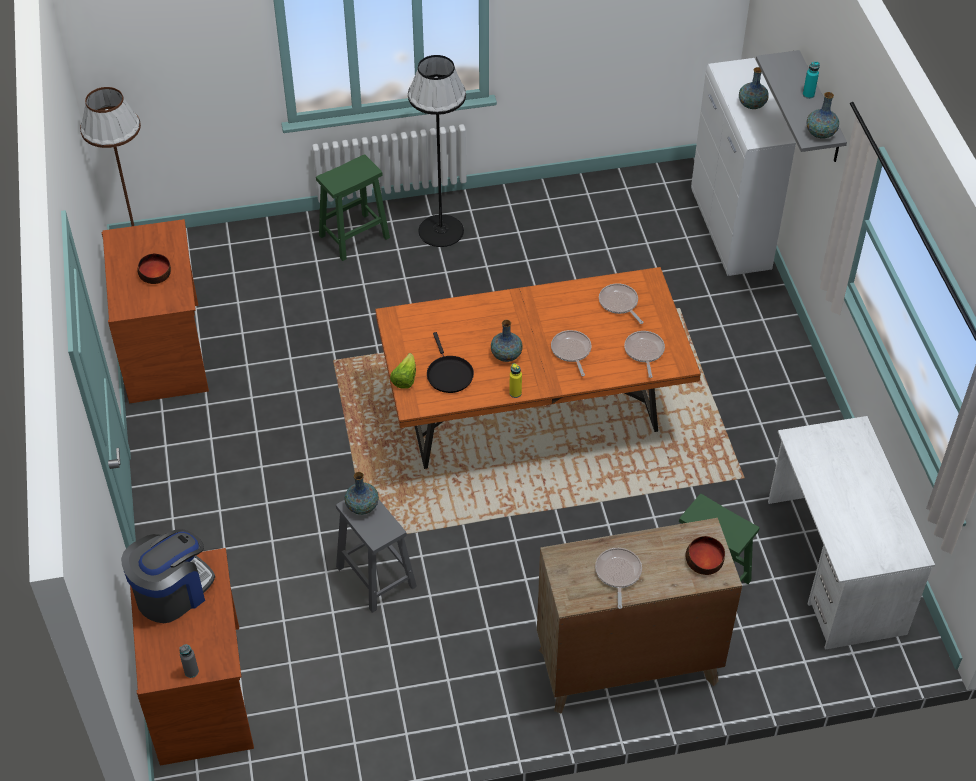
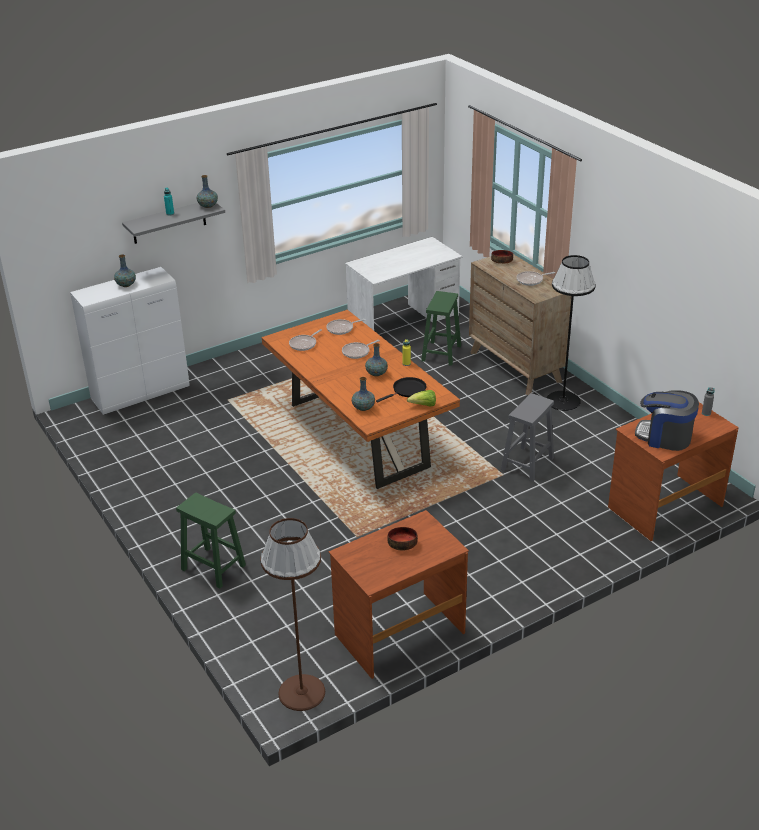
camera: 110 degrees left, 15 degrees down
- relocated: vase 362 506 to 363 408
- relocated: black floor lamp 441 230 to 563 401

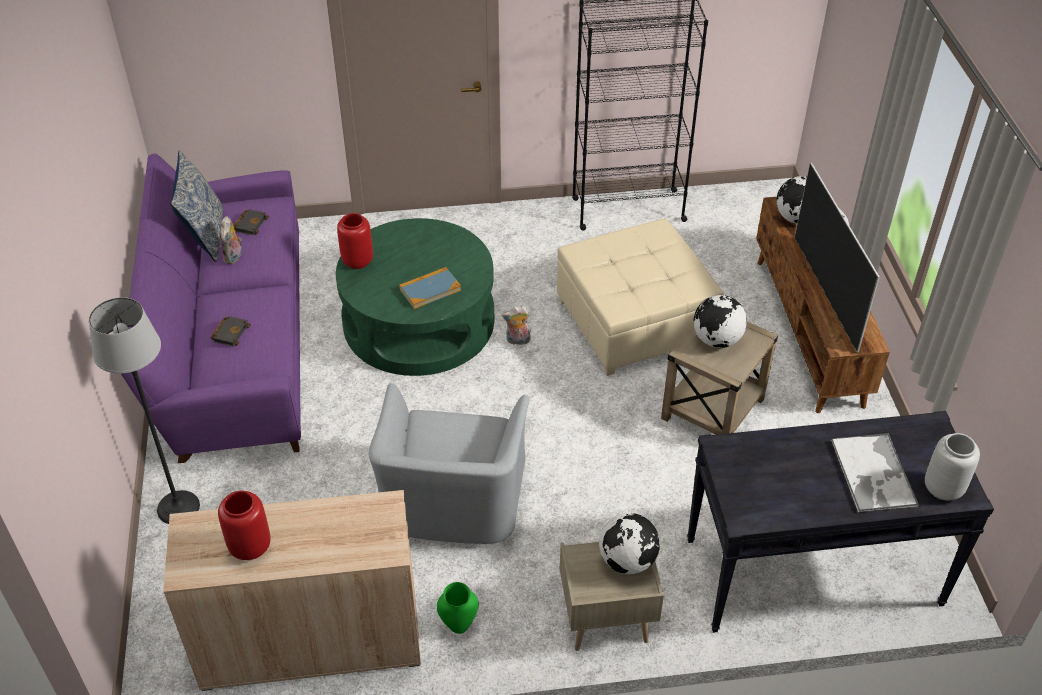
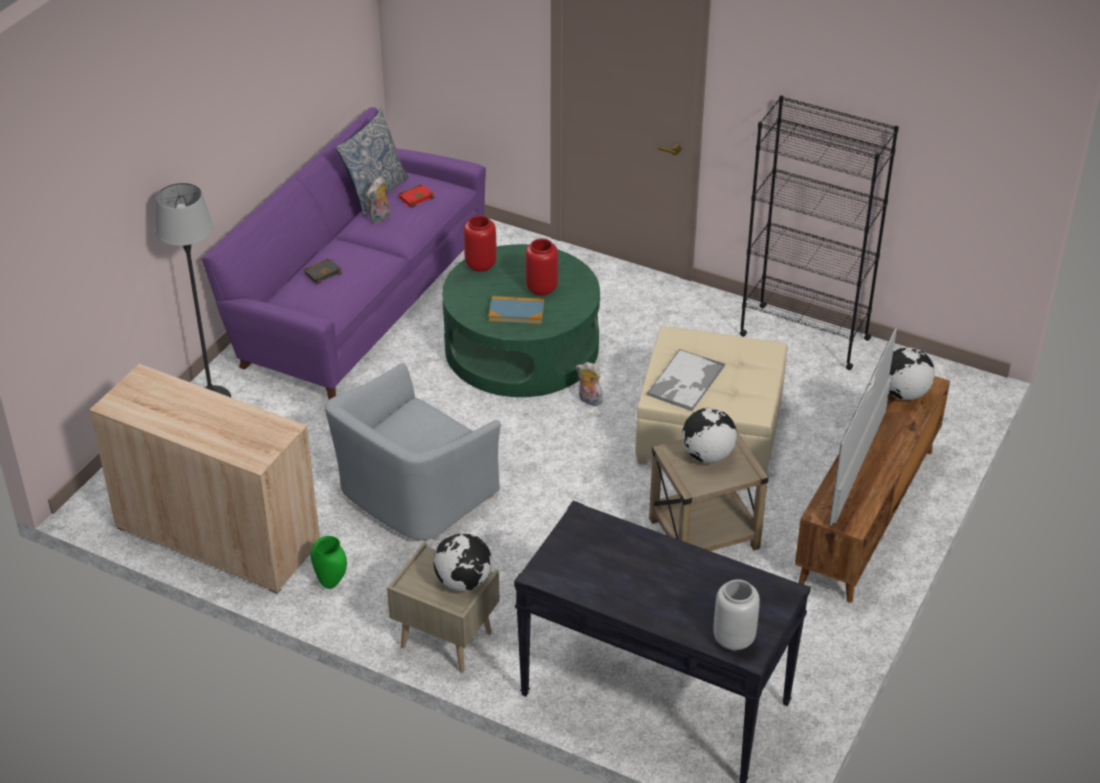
camera: 35 degrees right, 5 degrees down
- relocated: red vase 249 547 to 541 289
- colour: black book 250 224 to red book 416 197
- relocated: tray 873 474 to 685 381

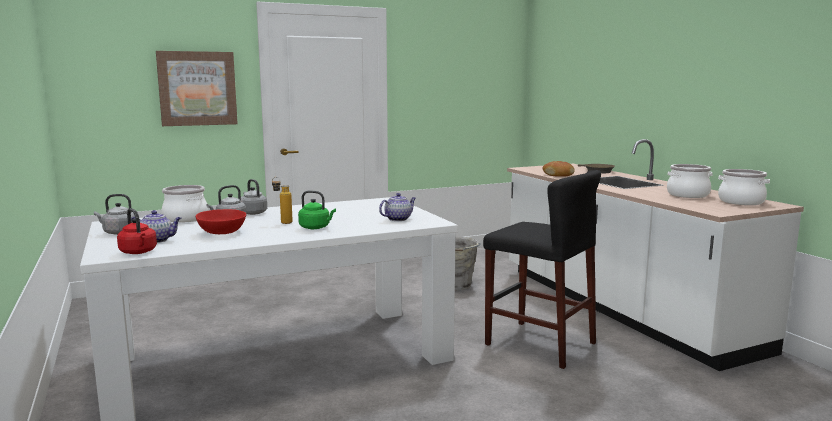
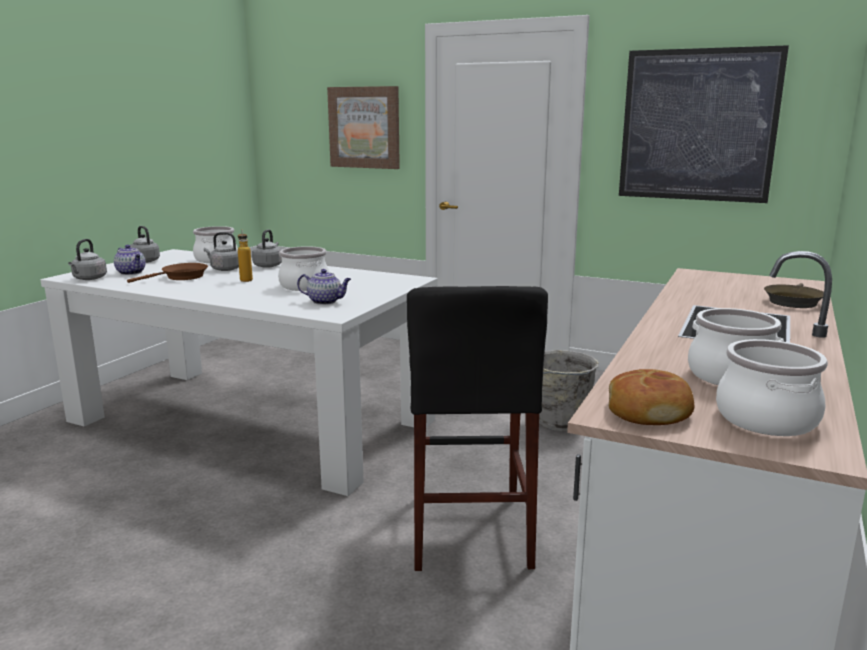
camera: 50 degrees right, 5 degrees up
- colour: red kettle 139 252 to grey kettle 89 279
- exchanged: red bowl 222 232 to brown frying pan 181 277
- missing: green kettle 316 227
- relocated: bread 558 174 to 649 411
- appeared: cooking pot 304 286
- appeared: picture 698 125

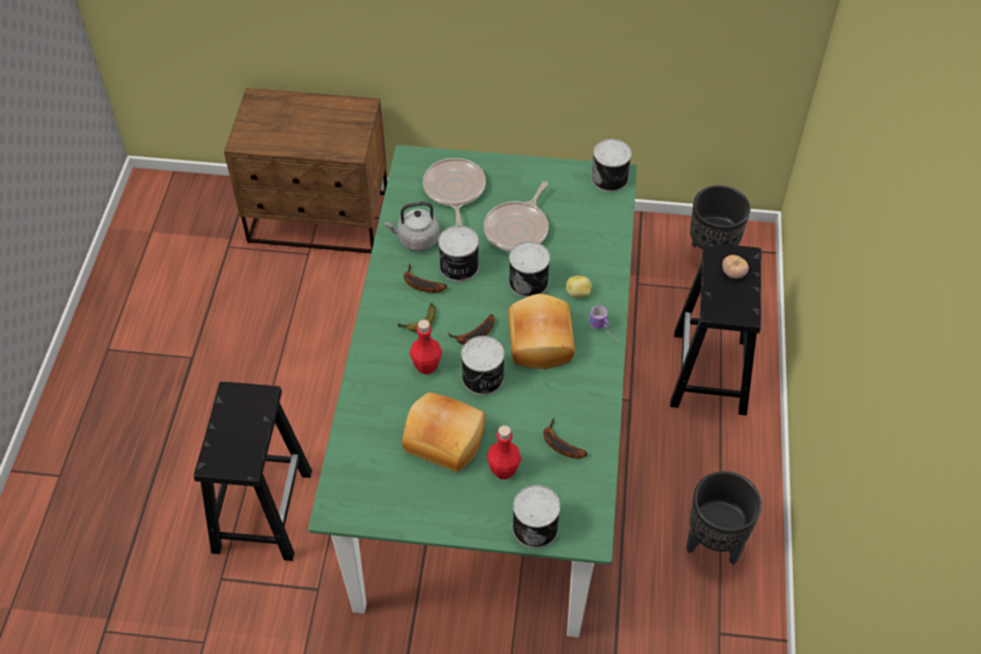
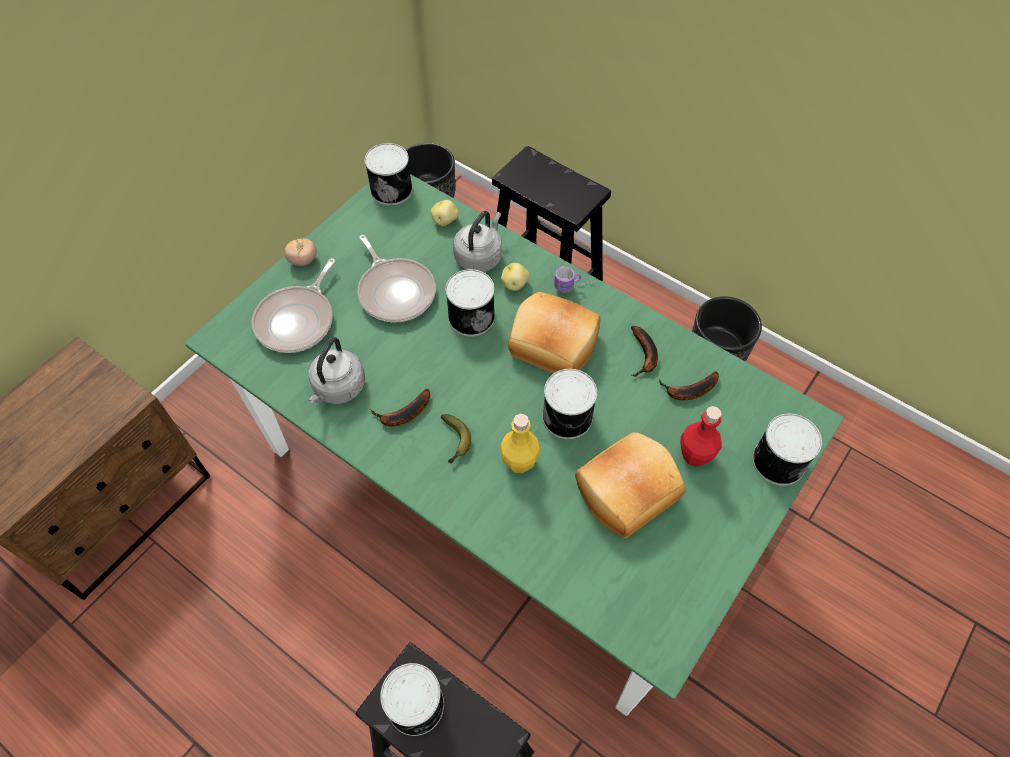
camera: 60 degrees left, 5 degrees up
- colour: red bottle 426 366 to yellow bottle 519 462
- spun: frying pan 454 190 = 298 320 90 degrees counterclockwise
- relocated: can 458 267 to 416 707
- relocated: banana 474 335 to 644 355
- relocated: tomato 733 273 to 303 260
- appeared: potato 445 221
- appeared: grey kettle 480 256

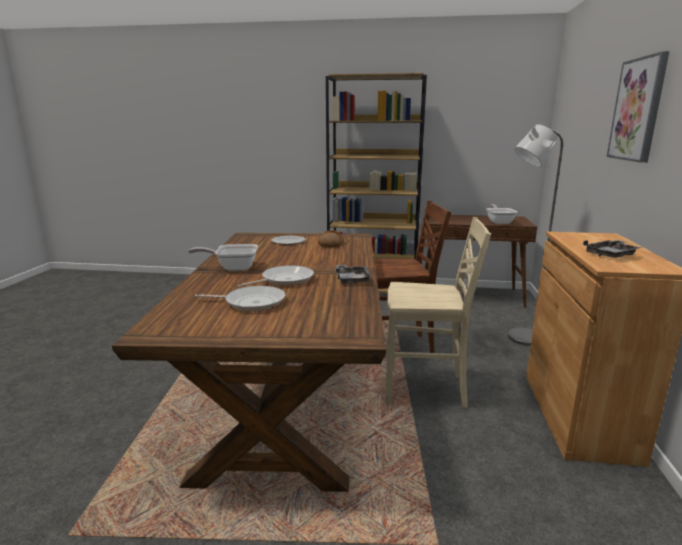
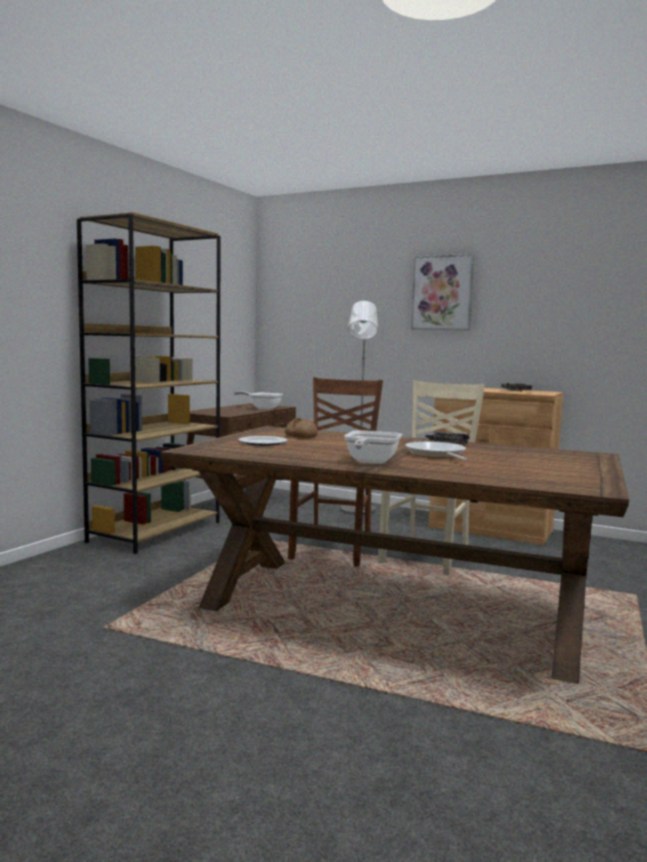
camera: 70 degrees left, 10 degrees down
- missing: frying pan 251 302

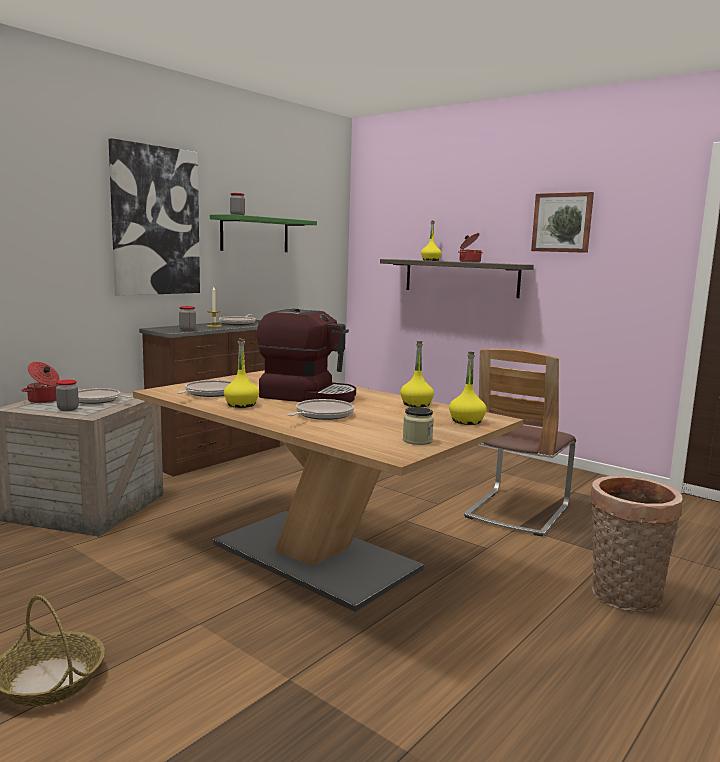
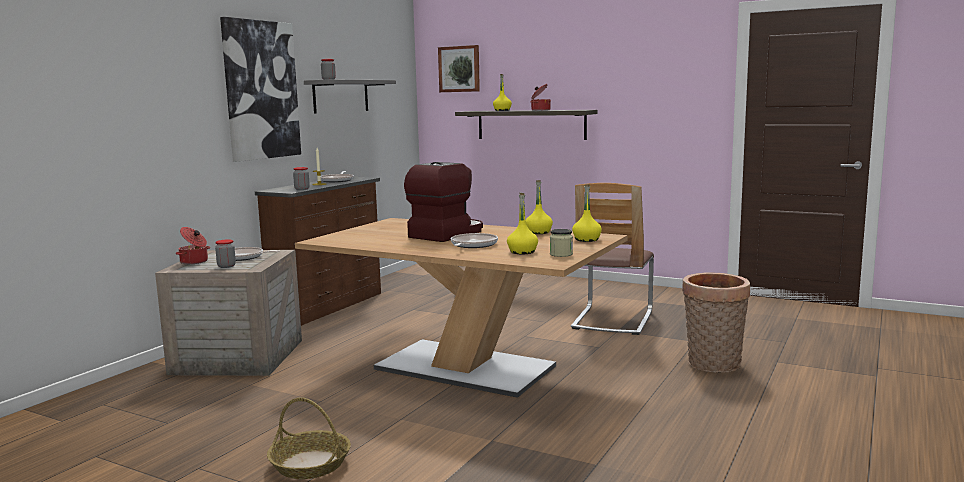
camera: 10 degrees left, 0 degrees up
- missing: frying pan 209 393
- colour: green shelf 255 234 to grey shelf 341 96
- relocated: yellow bottle 241 404 to 522 252
- spun: coffee machine 308 396 = 446 234 60 degrees counterclockwise
- relocated: picture 562 222 to 459 69

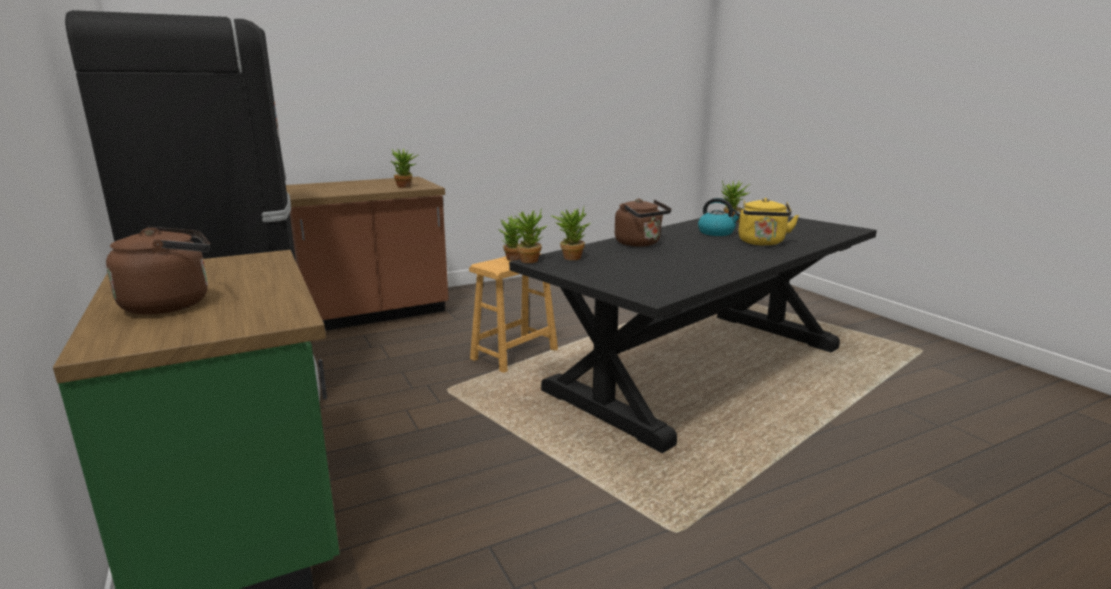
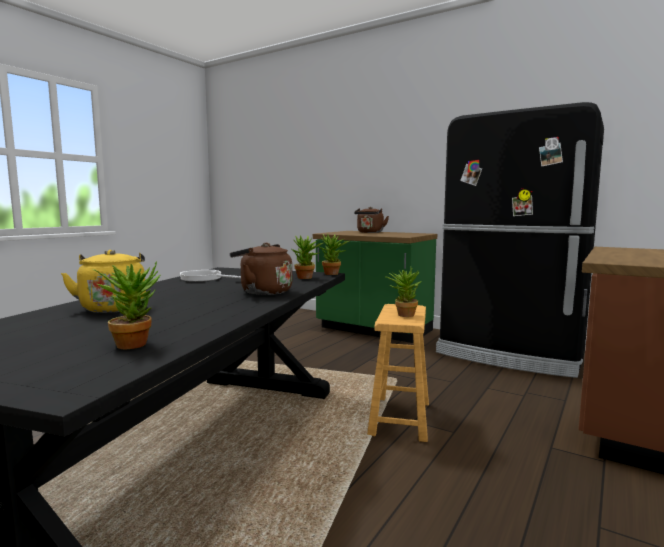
camera: 150 degrees right, 10 degrees down
- missing: potted plant 406 186
- missing: kettle 717 232
- appeared: frying pan 203 278

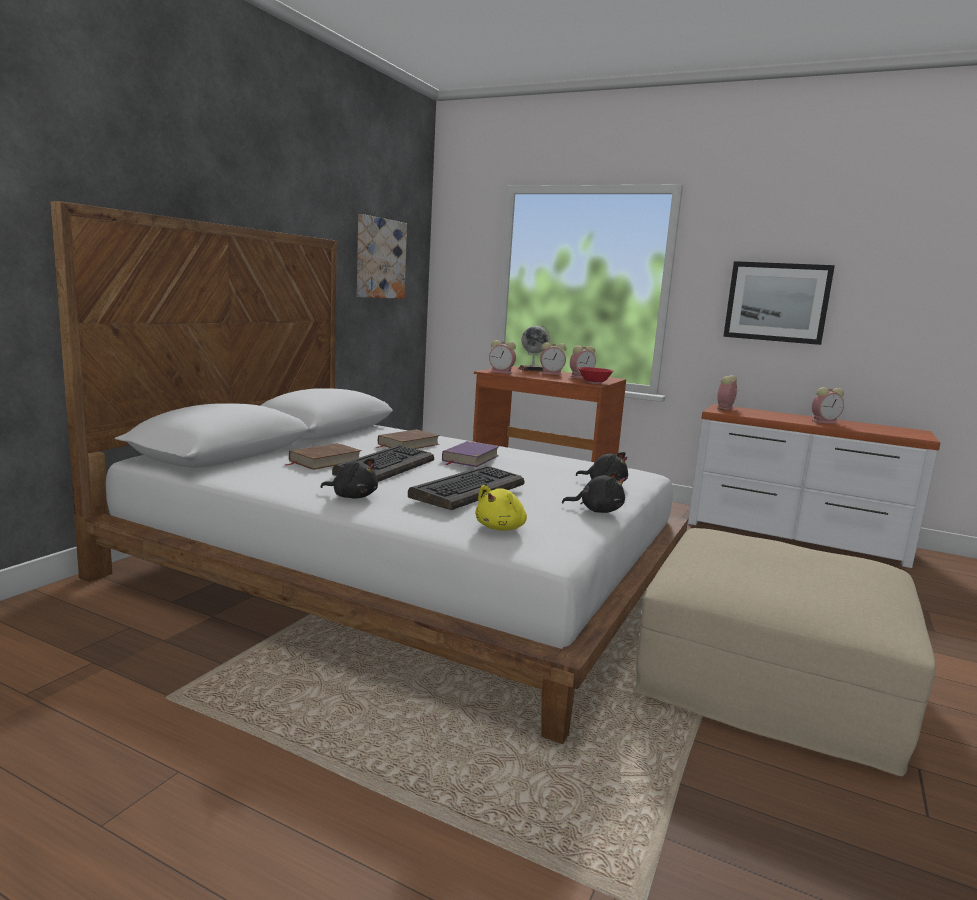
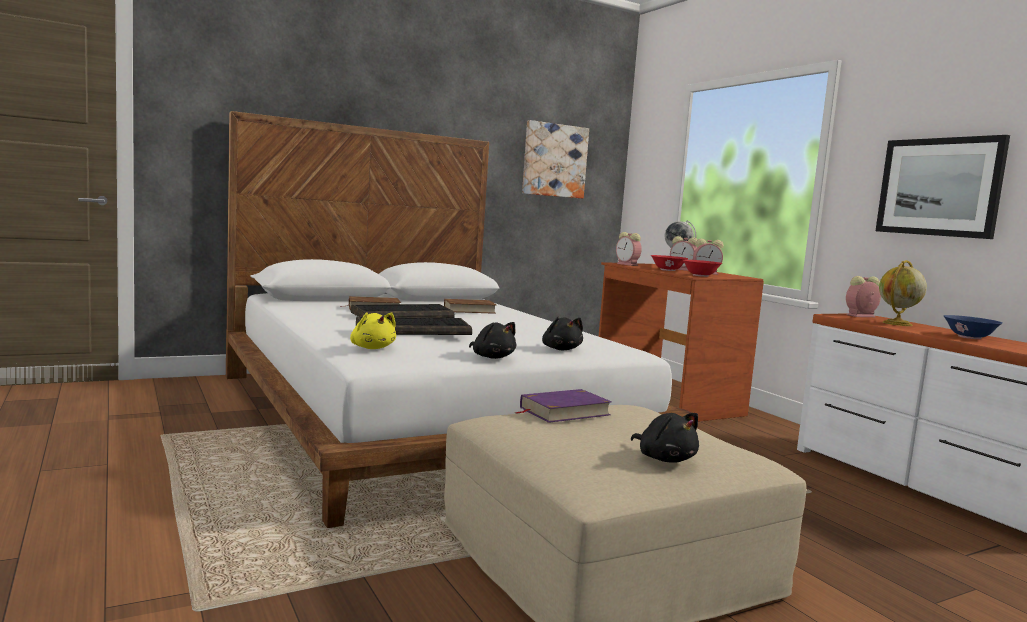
camera: 35 degrees right, 5 degrees down
- relocated: black plush toy 352 496 to 665 459
- relocated: purple book 470 458 to 564 411
- spun: yellow plush toy 501 528 = 372 348 105 degrees counterclockwise
- exchanged: alarm clock 825 422 to blue bowl 969 337
- appeared: red bowl 668 270
- appeared: globe 897 324

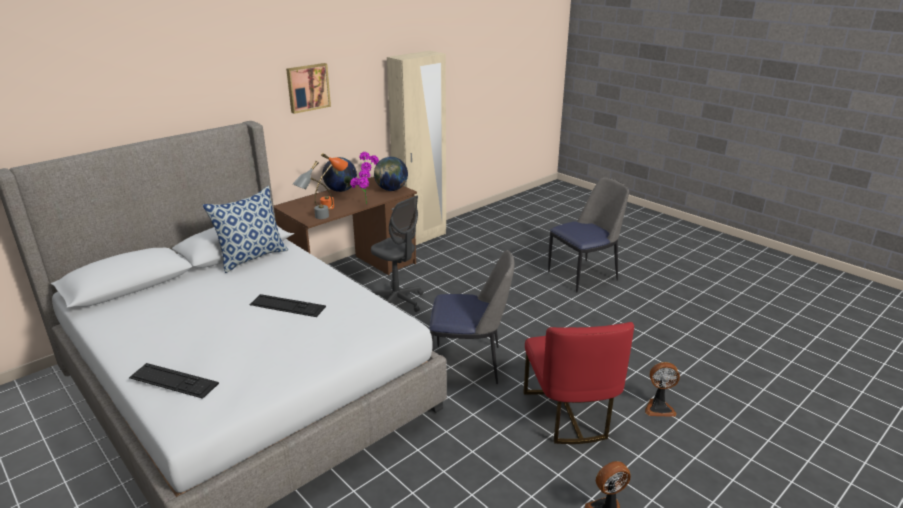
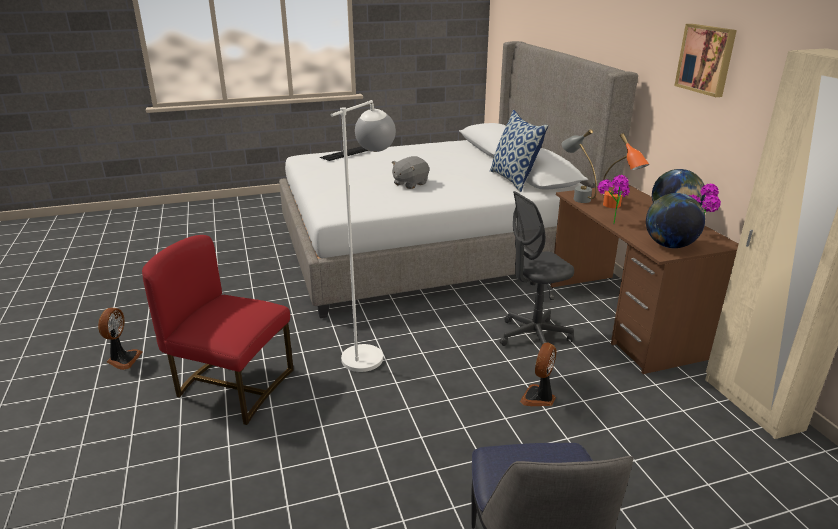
camera: 115 degrees right, 0 degrees up
- exchanged: keyboard 287 306 to grey plush toy 410 184
- exchanged: chair 469 364 to white floor lamp 370 351
- relocated: fan 659 408 to 539 398

